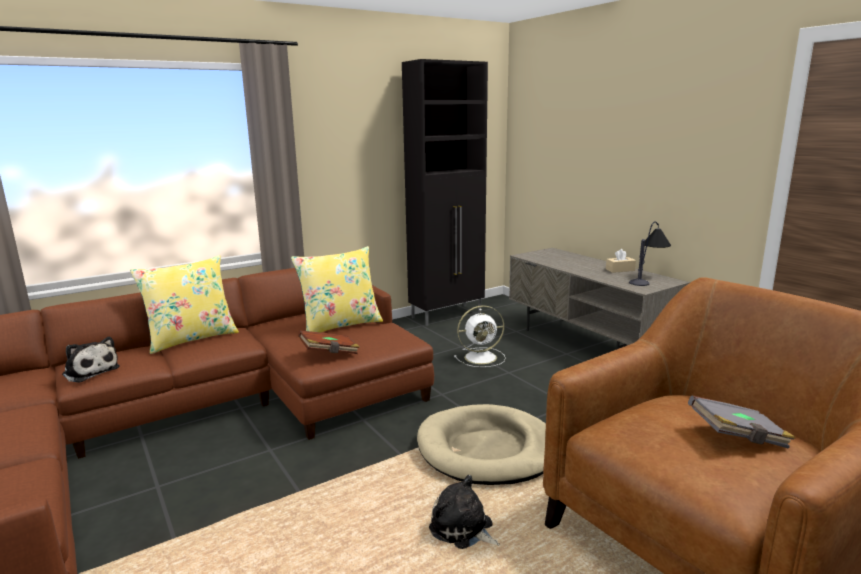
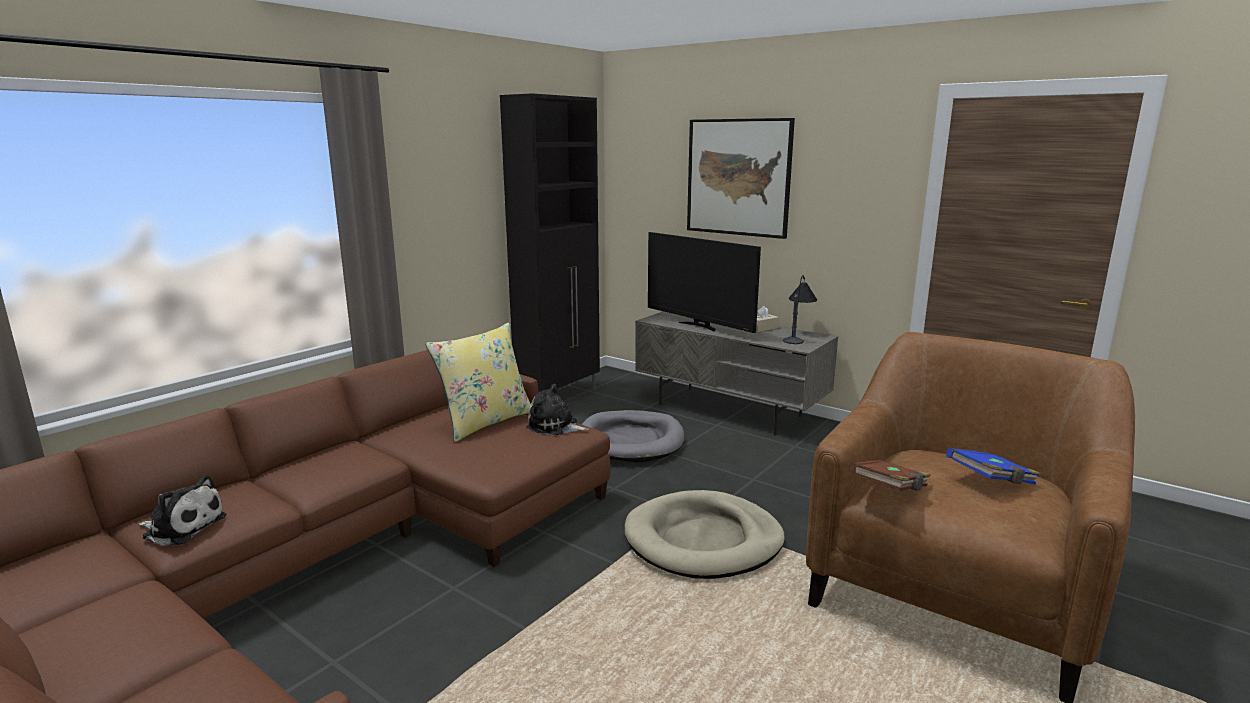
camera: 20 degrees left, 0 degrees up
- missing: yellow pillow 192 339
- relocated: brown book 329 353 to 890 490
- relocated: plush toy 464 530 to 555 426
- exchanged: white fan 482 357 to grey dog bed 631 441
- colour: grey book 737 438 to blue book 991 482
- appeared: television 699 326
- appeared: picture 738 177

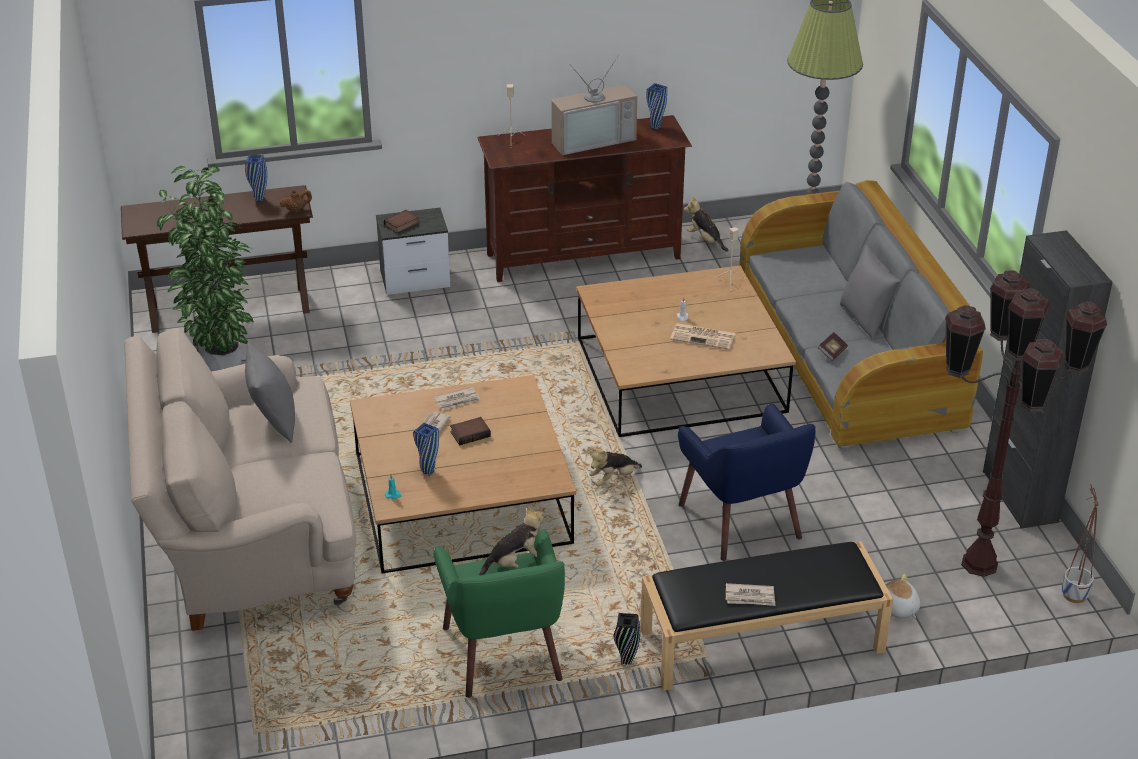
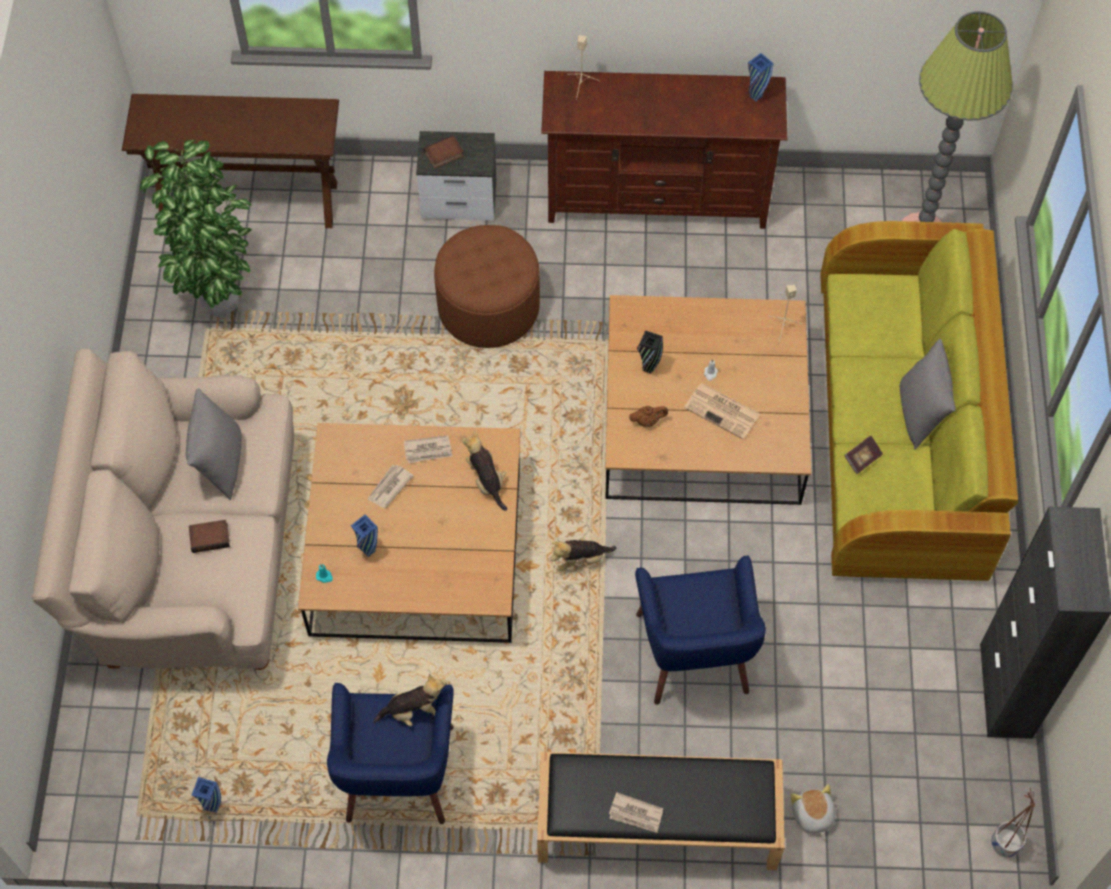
camera: 15 degrees right, 25 degrees up
- relocated: blue vase 259 199 to 213 807
- relocated: brown teapot 296 210 to 647 421
- colour: green armchair 504 654 to blue armchair 398 775
- relocated: book 470 433 to 210 537
- missing: television 592 139
- relocated: black vase 626 661 to 648 368
- relocated: plush toy 705 240 to 486 480
- colour: grey sofa 848 353 to green sofa 901 427
- missing: brown floor lamp 980 564
- appeared: brown ottoman 488 306

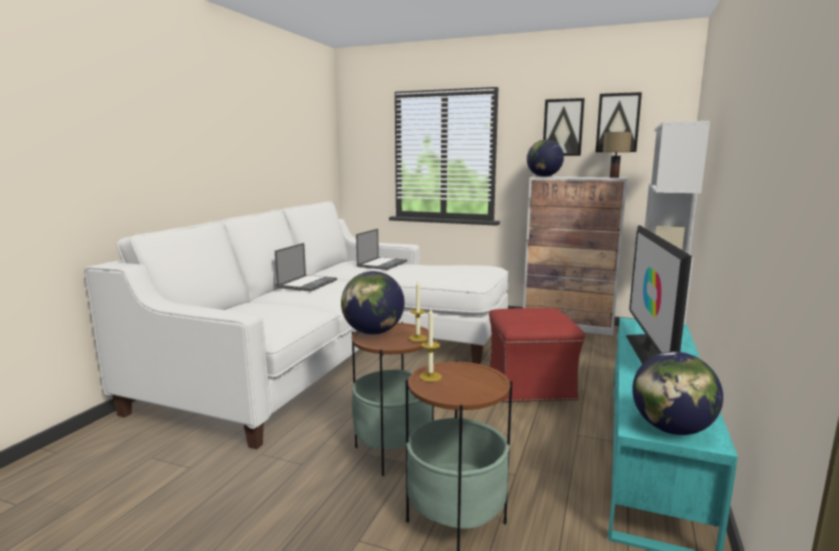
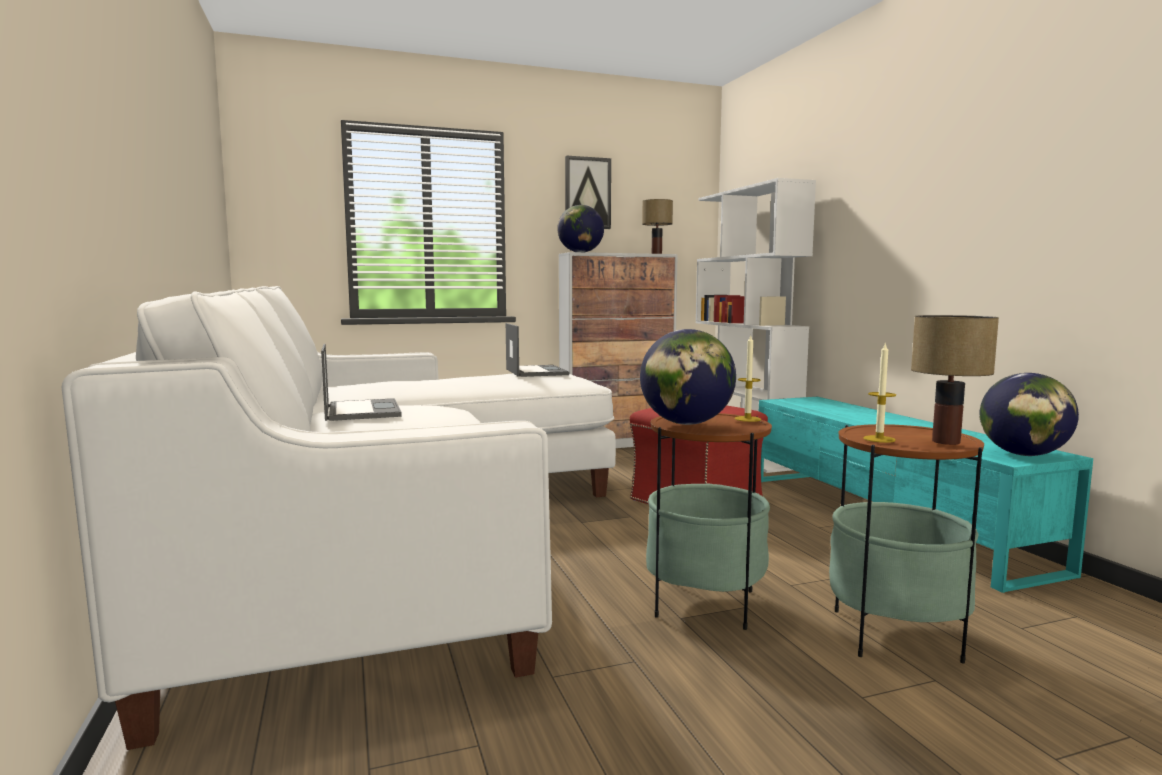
camera: 40 degrees left, 5 degrees down
- relocated: laptop 382 264 to 535 372
- missing: picture 618 123
- missing: television 651 350
- appeared: table lamp 947 442

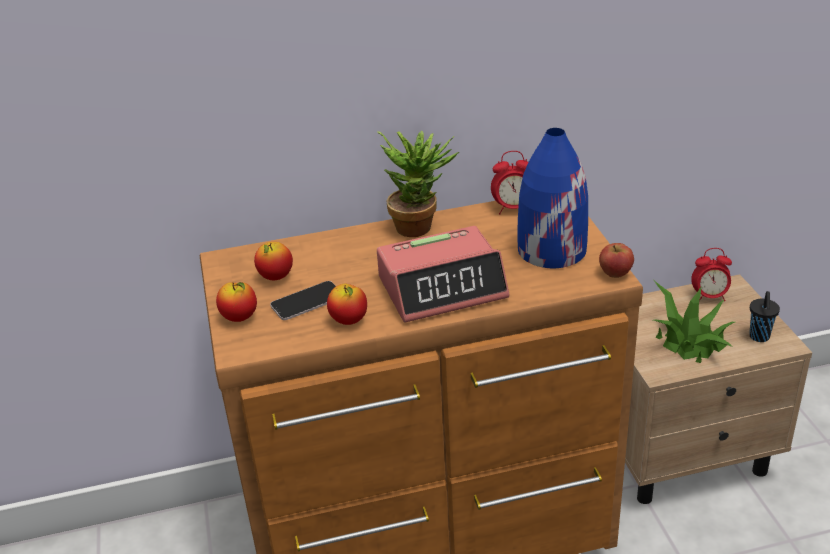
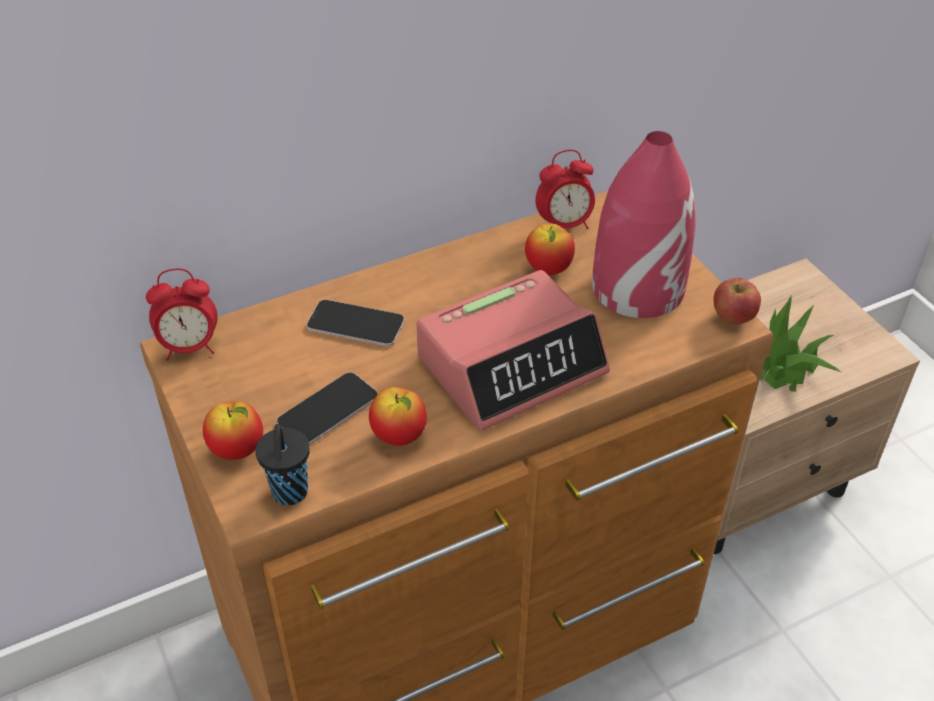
camera: 15 degrees left, 10 degrees up
- relocated: apple 276 277 to 548 269
- missing: potted plant 420 226
- colour: blue vase 551 249 to red vase 637 287
- relocated: alarm clock 709 297 to 190 347
- relocated: black cup 759 337 to 290 494
- appeared: phone 355 324

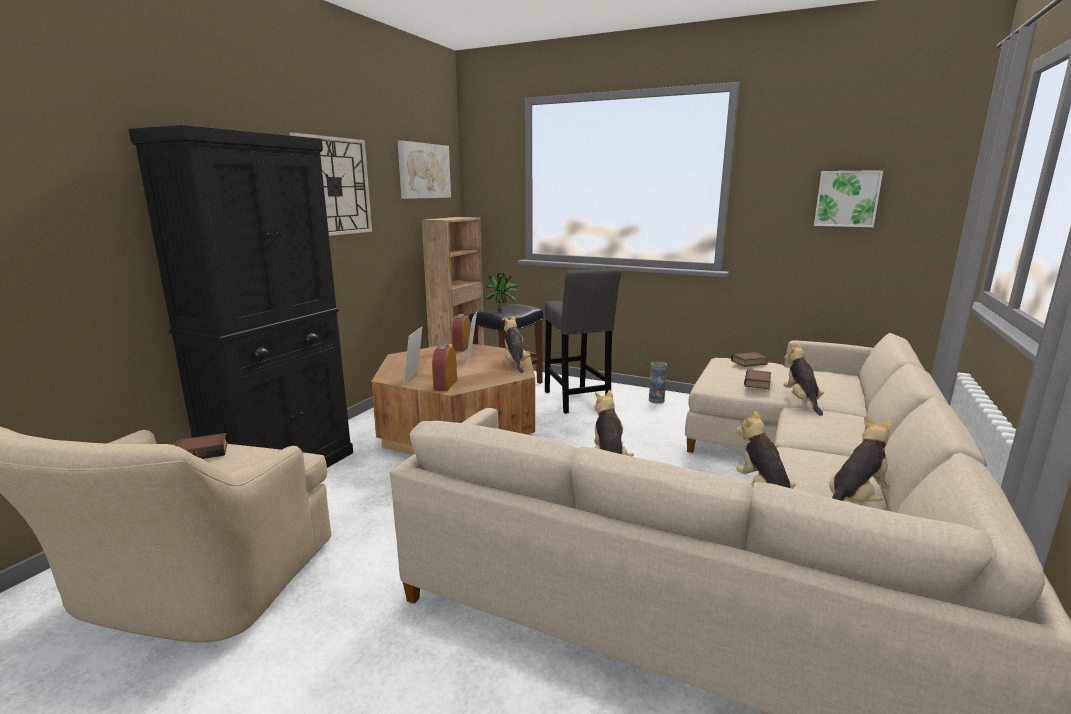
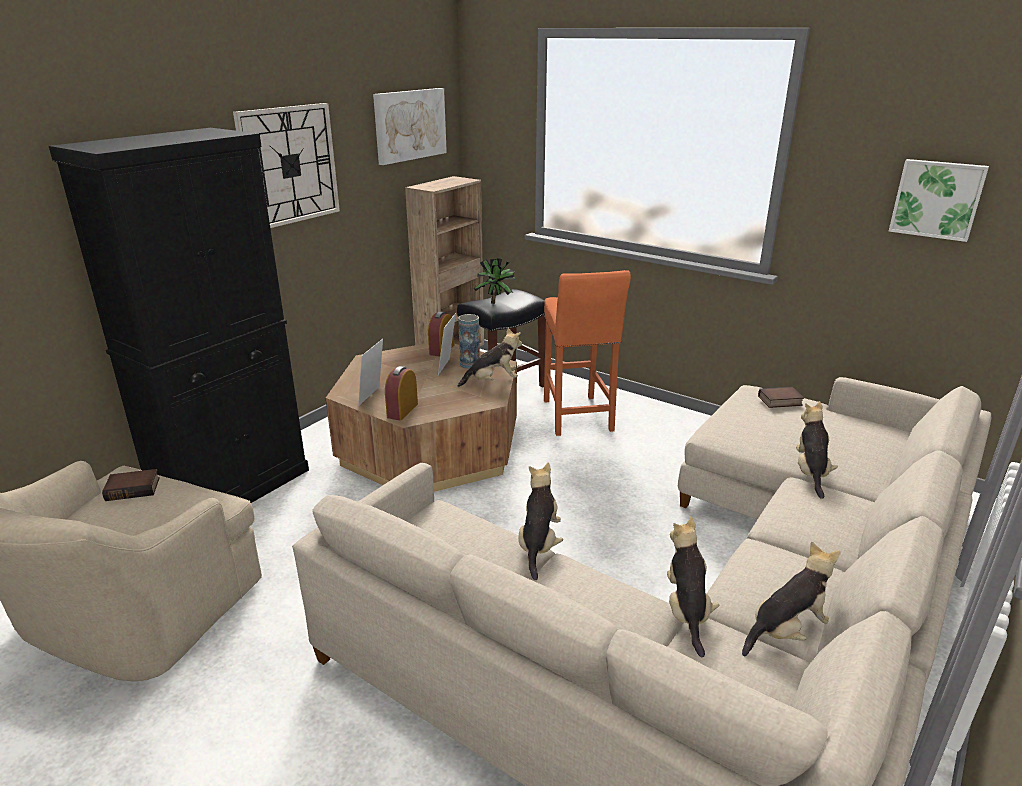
camera: 10 degrees right, 10 degrees up
- spun: plush toy 515 363 = 492 381 75 degrees clockwise
- colour: grey stool 577 401 to orange stool 577 418
- relocated: vase 656 400 to 469 364
- missing: book 758 383

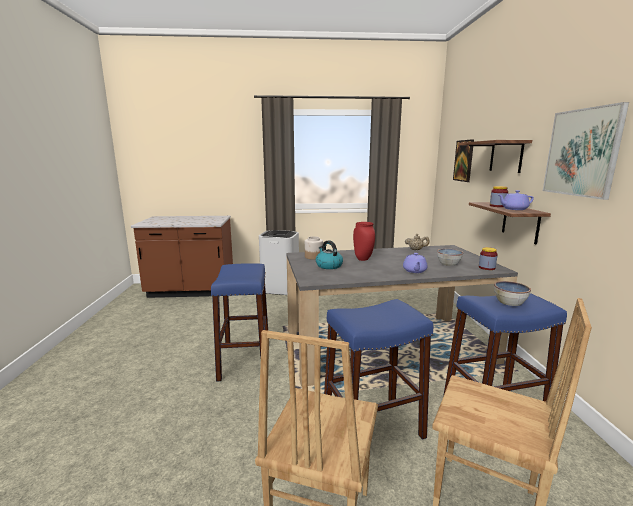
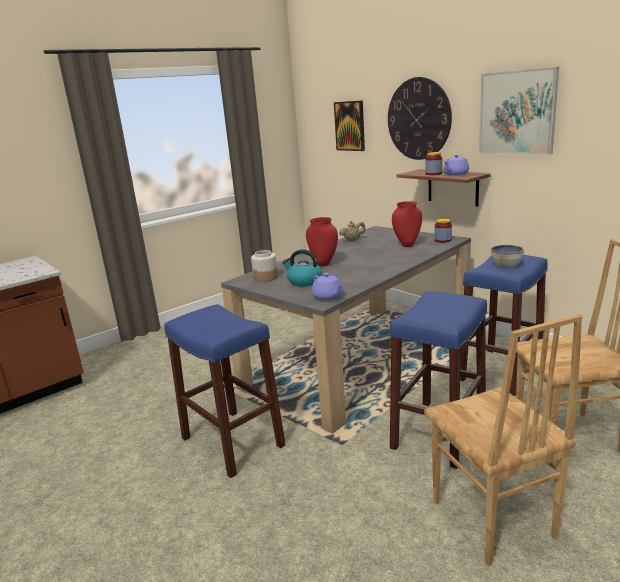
camera: 35 degrees left, 5 degrees up
- missing: white trash can 280 288
- relocated: purple teapot 414 271 to 328 297
- exchanged: bowl 448 263 to red vase 407 245
- exchanged: shelf 506 156 to wall clock 418 119

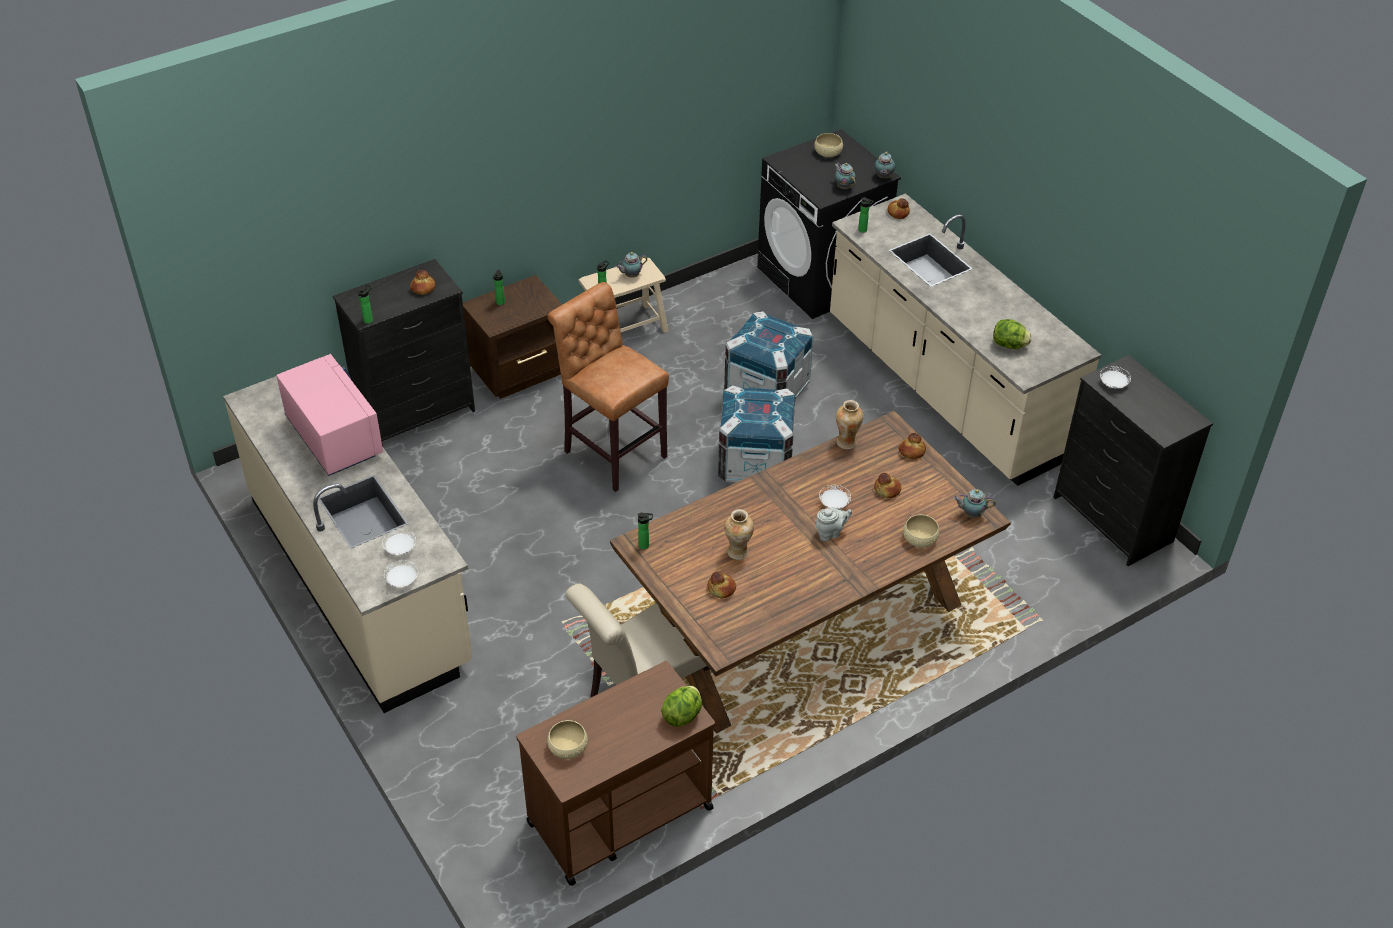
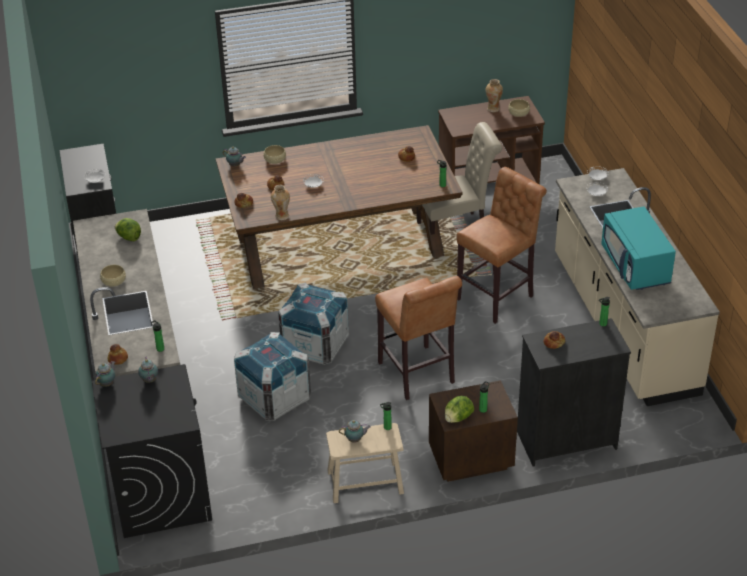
camera: 160 degrees left, 5 degrees down
- colour: pink microwave 333 437 to turquoise microwave 636 266
- relocated: lettuce 683 715 to 458 418
- relocated: vase 738 552 to 493 109
- relocated: beige bowl 828 152 to 113 281
- missing: grey teapot 830 533
- appeared: brown stool 498 296

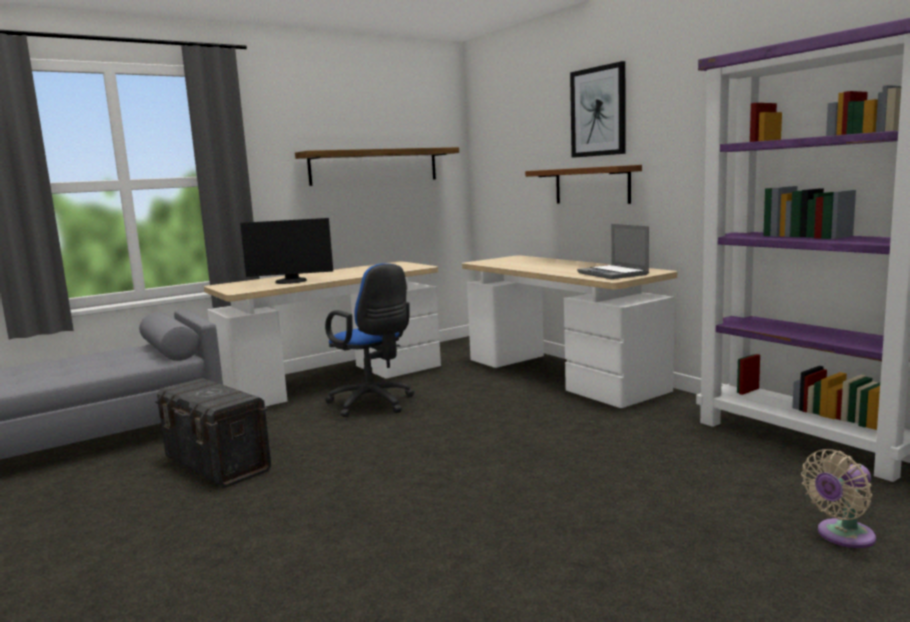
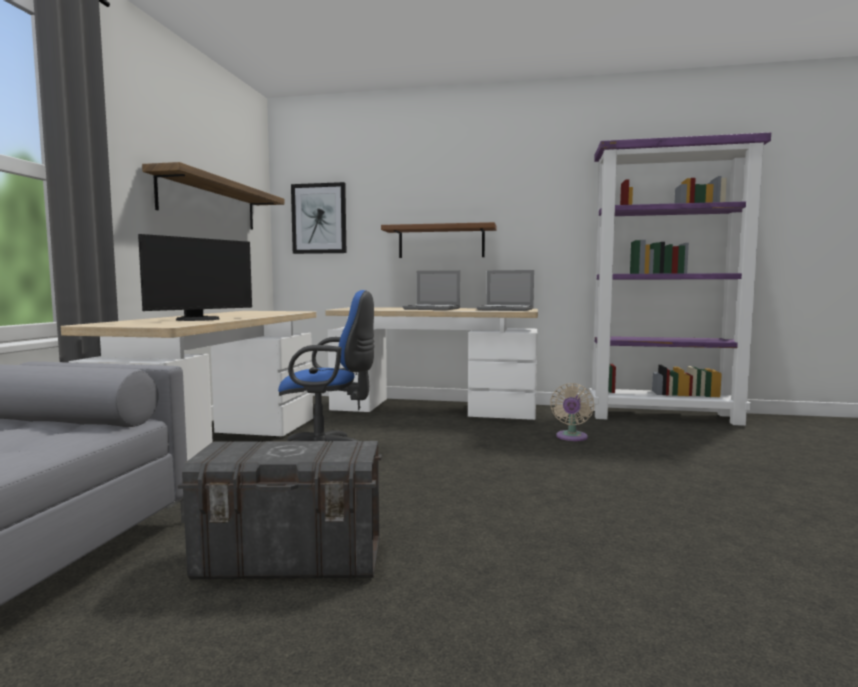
camera: 45 degrees left, 5 degrees down
- relocated: picture 598 112 to 319 218
- relocated: beige fan 842 536 to 571 437
- appeared: laptop 432 309

